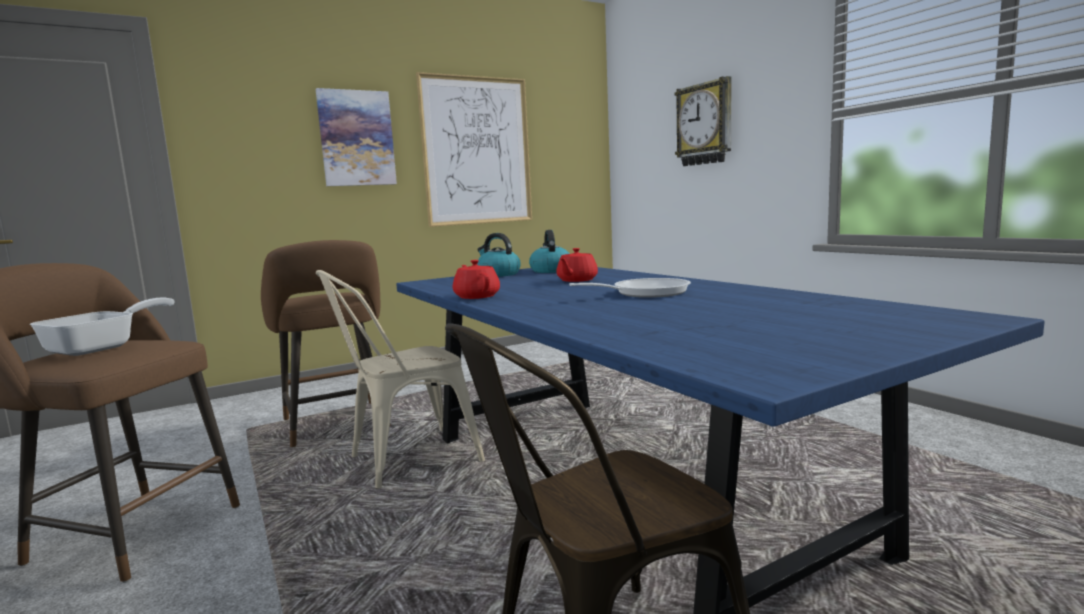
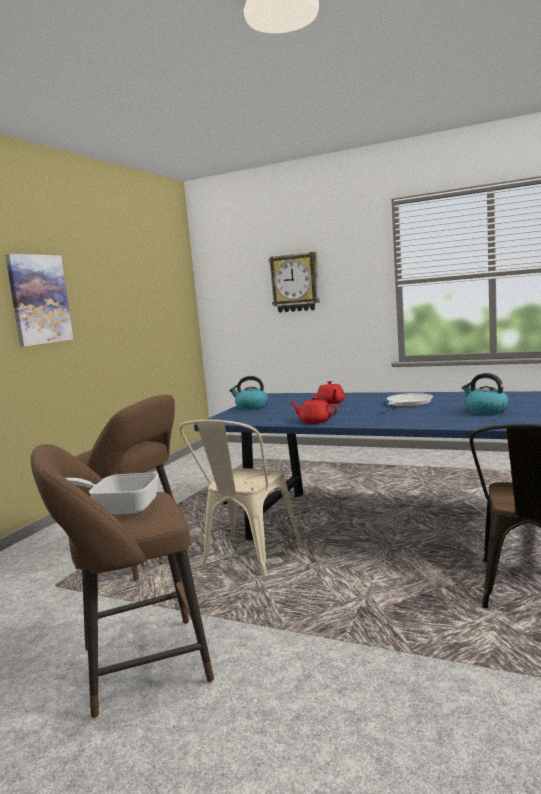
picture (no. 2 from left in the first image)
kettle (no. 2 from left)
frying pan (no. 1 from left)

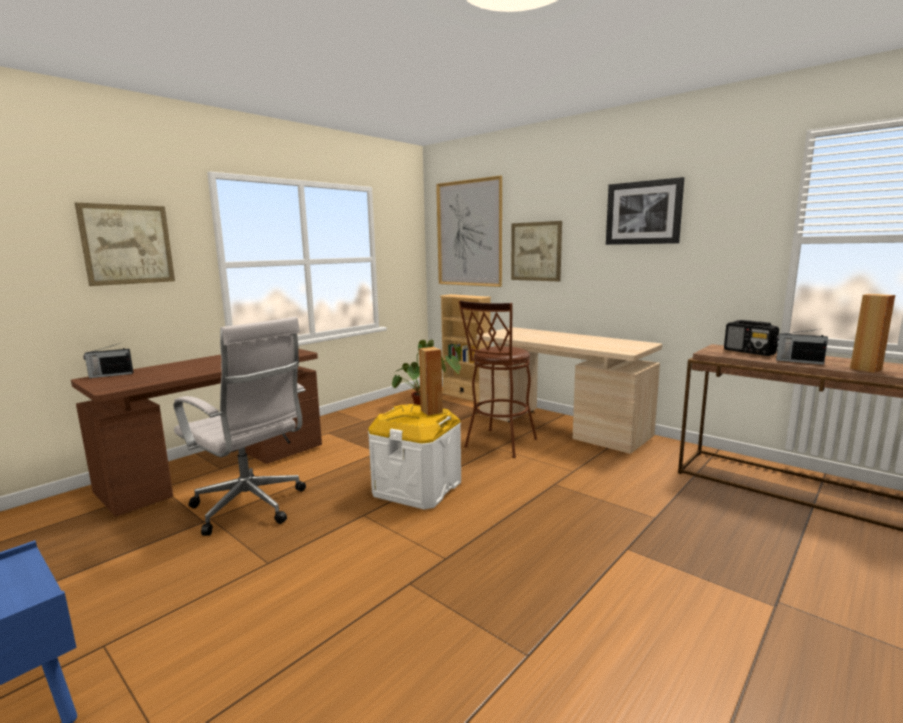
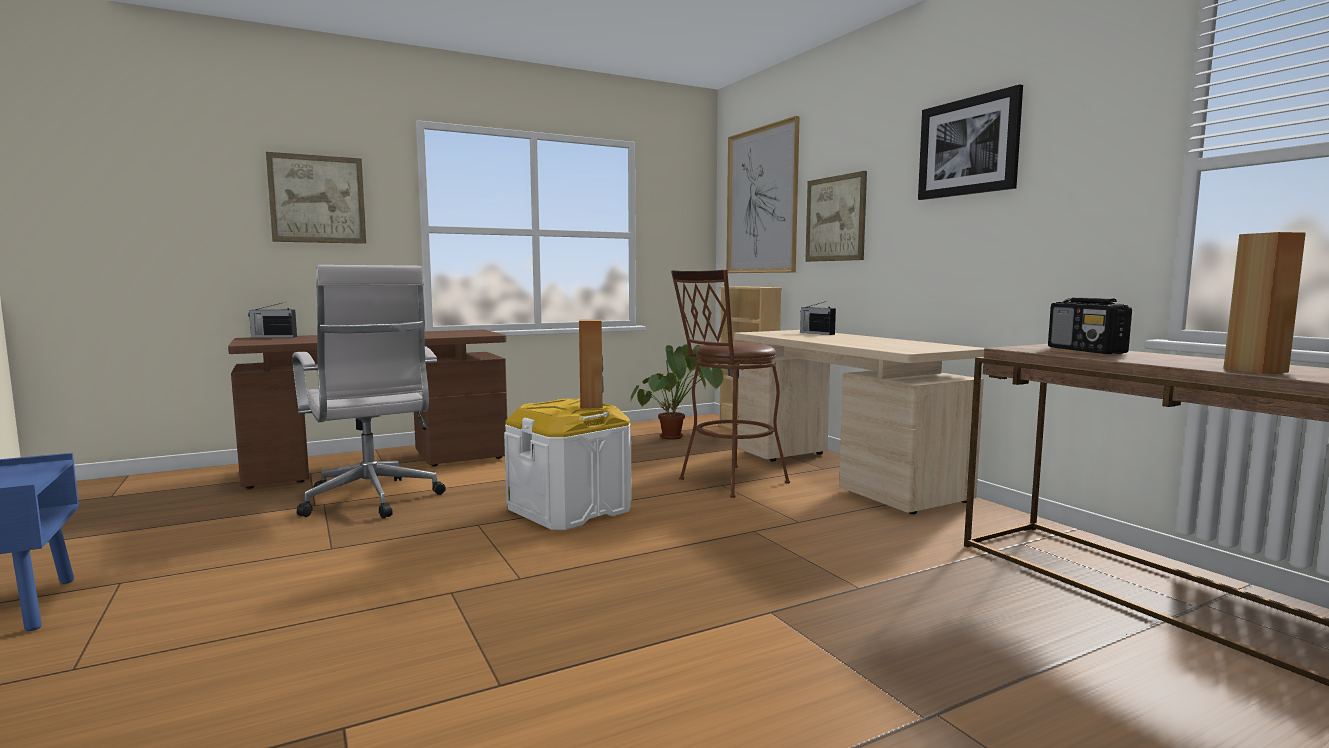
radio (no. 2 from left)

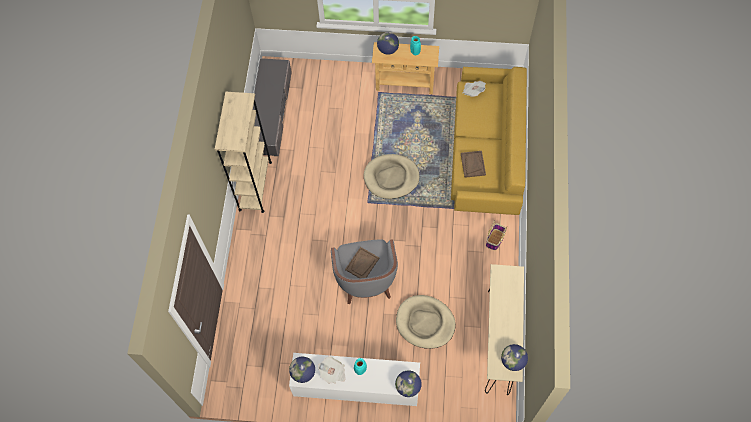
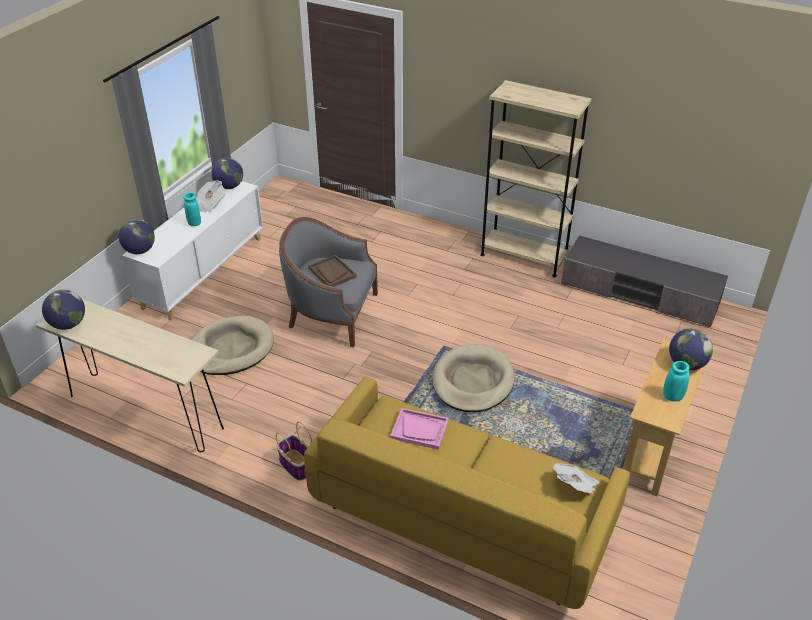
pink tray

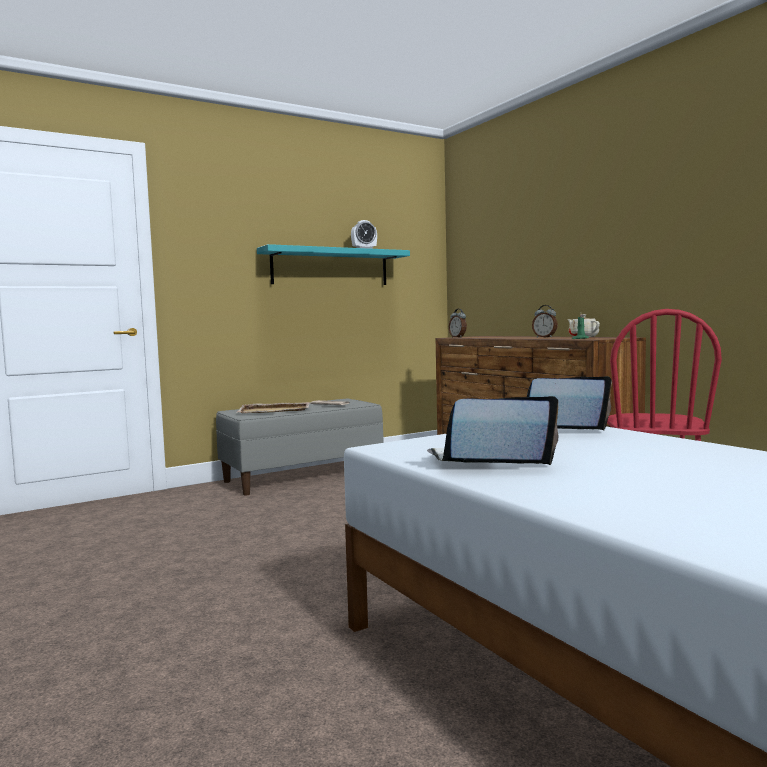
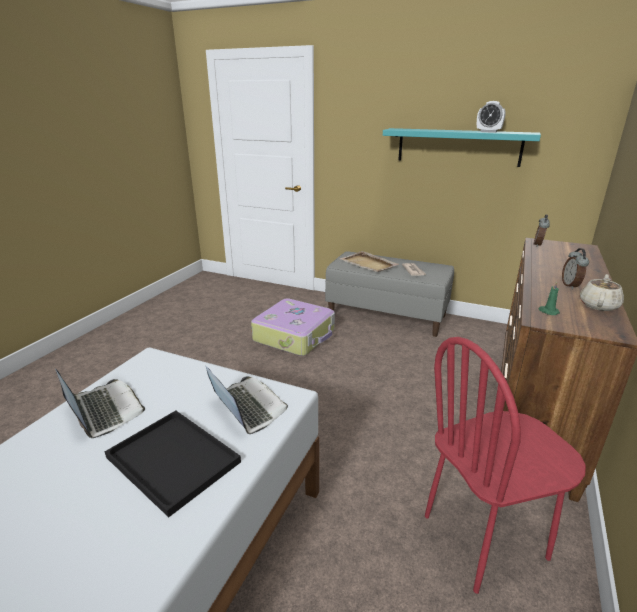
suitcase
black tray

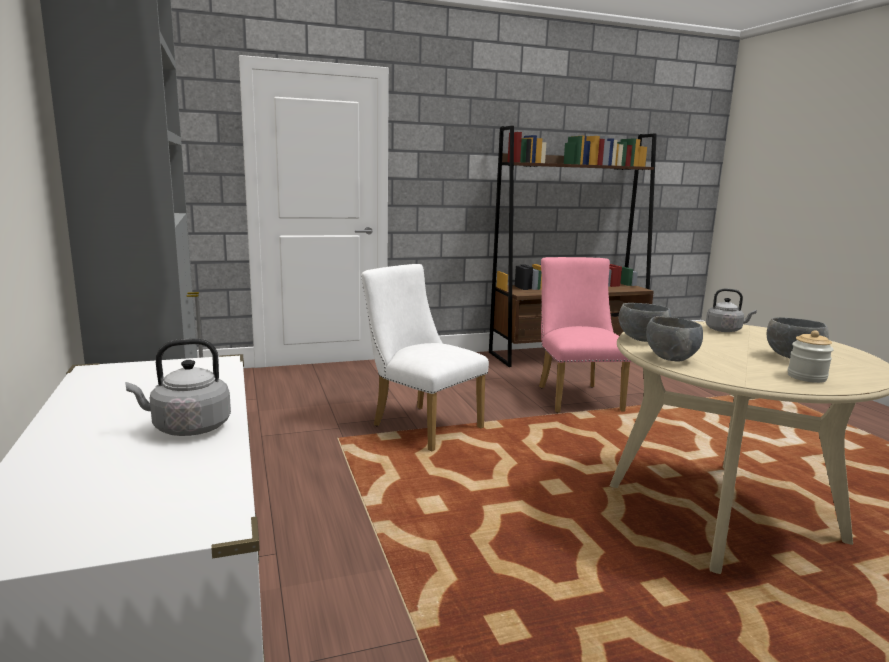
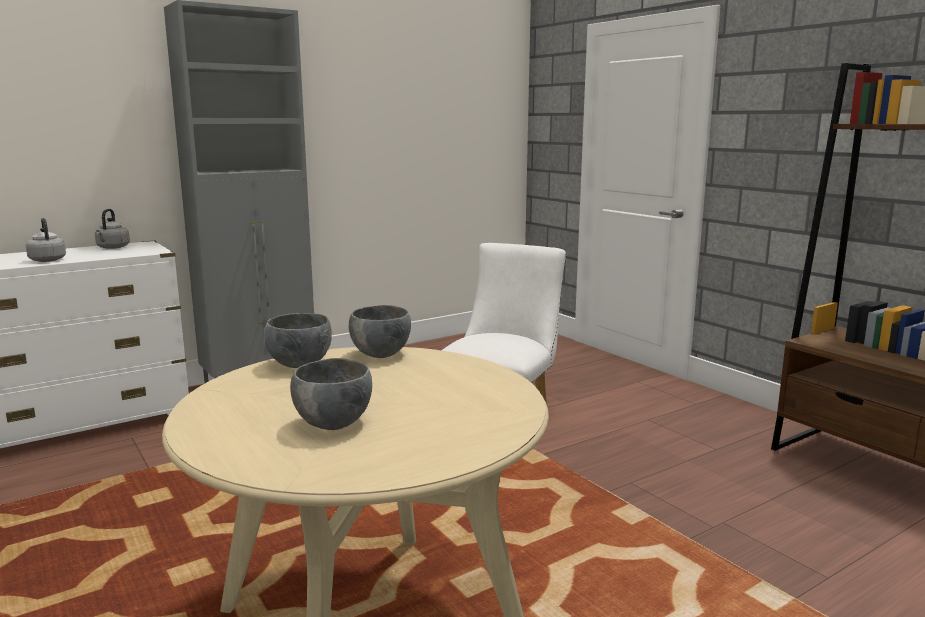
pink chair
grey kettle (no. 2 from left)
jar

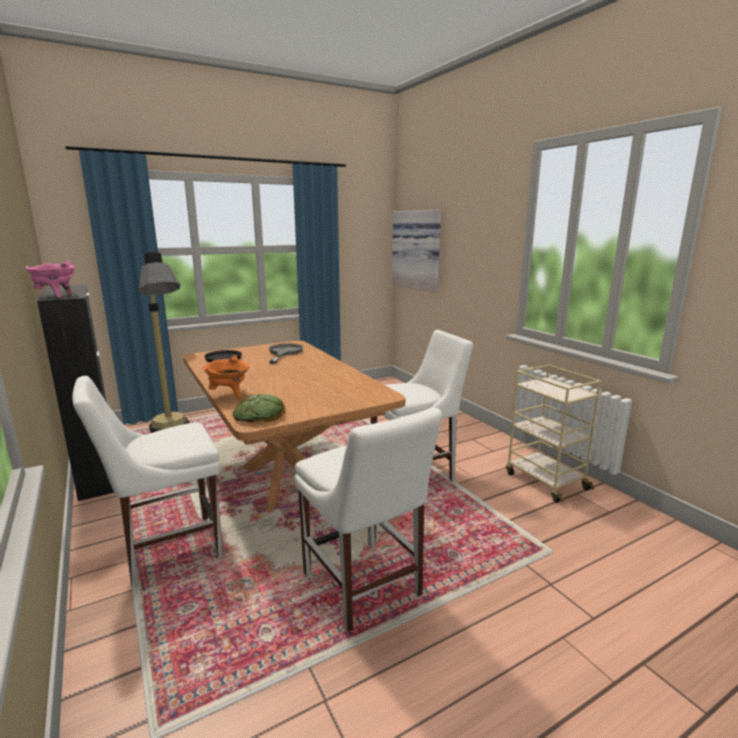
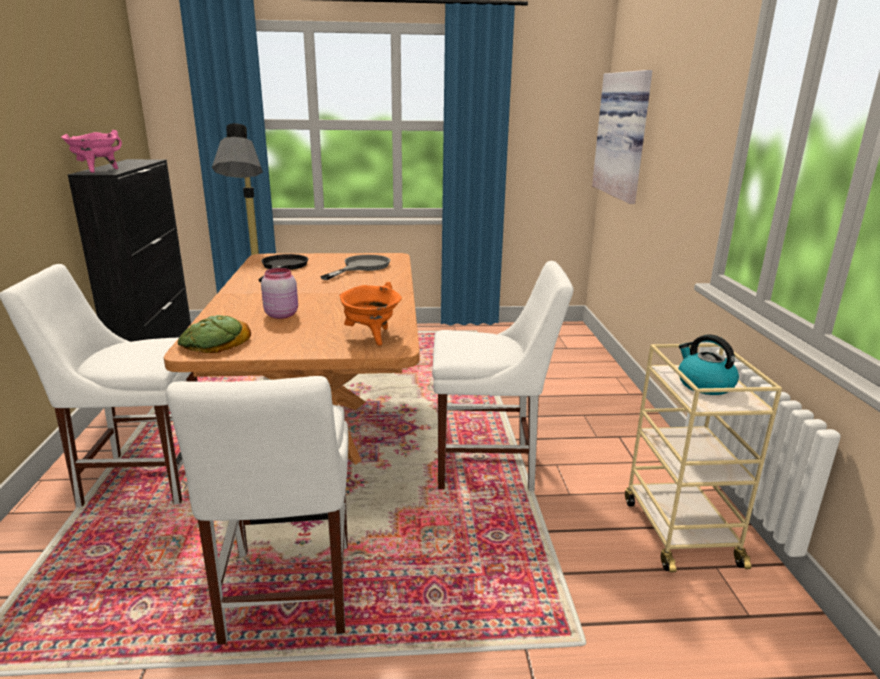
orange cooking pot
pink jar
kettle

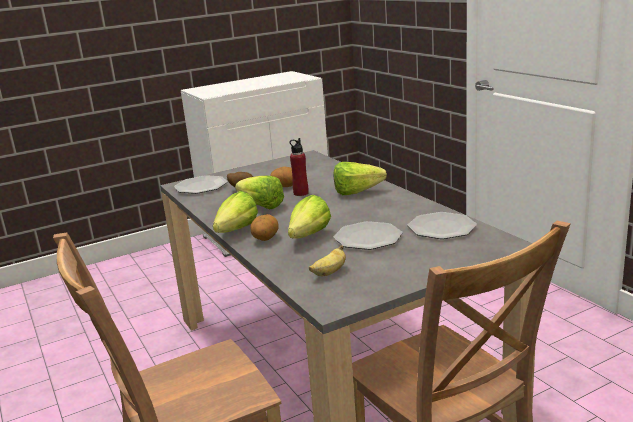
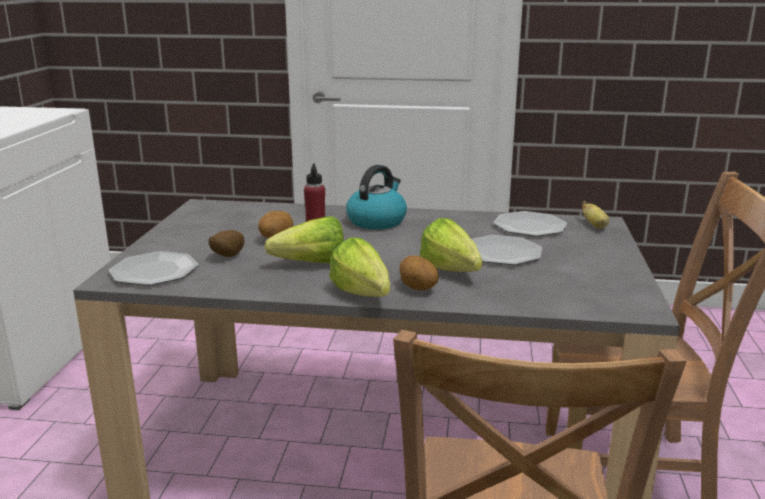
kettle
banana

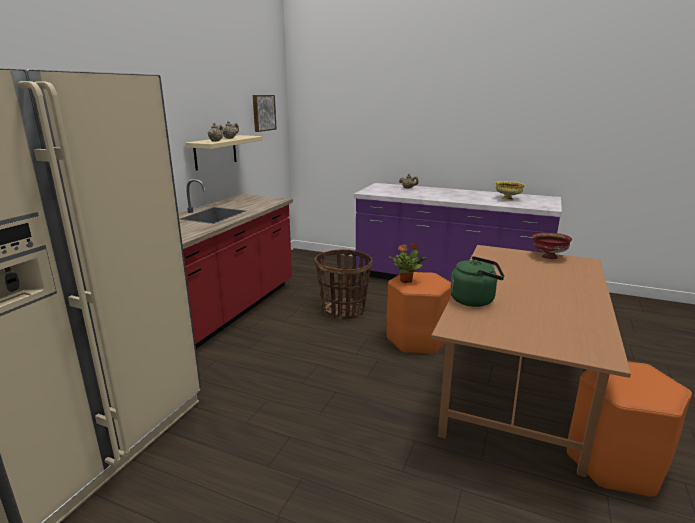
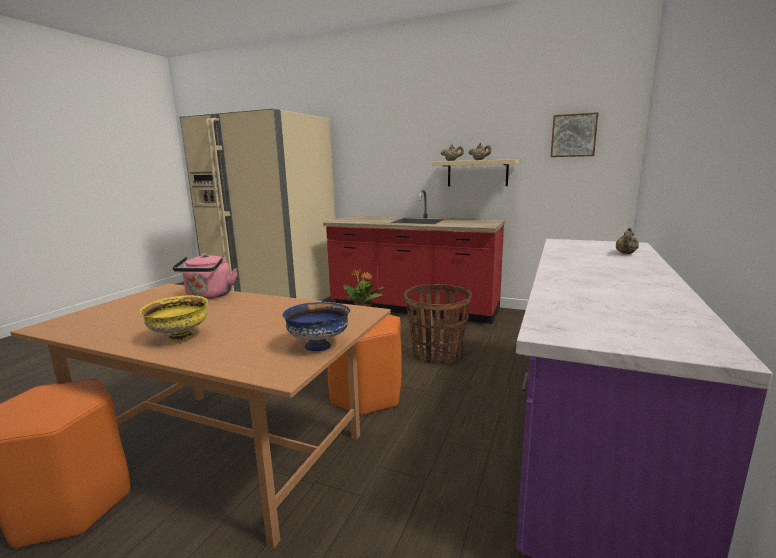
yellow bowl
blue bowl
pink kettle

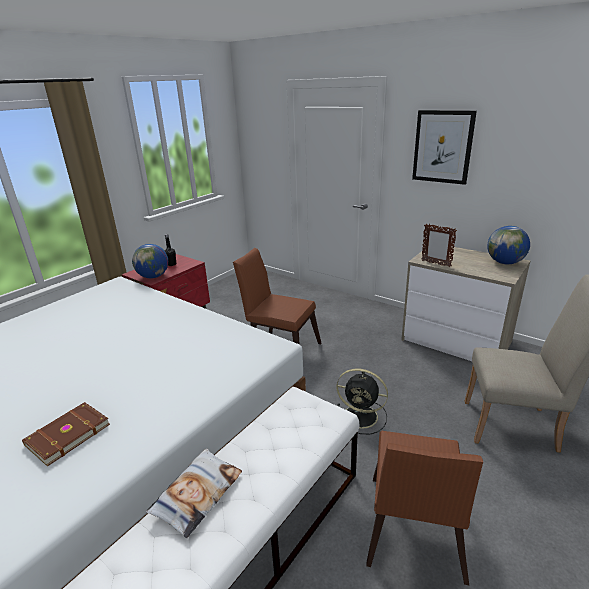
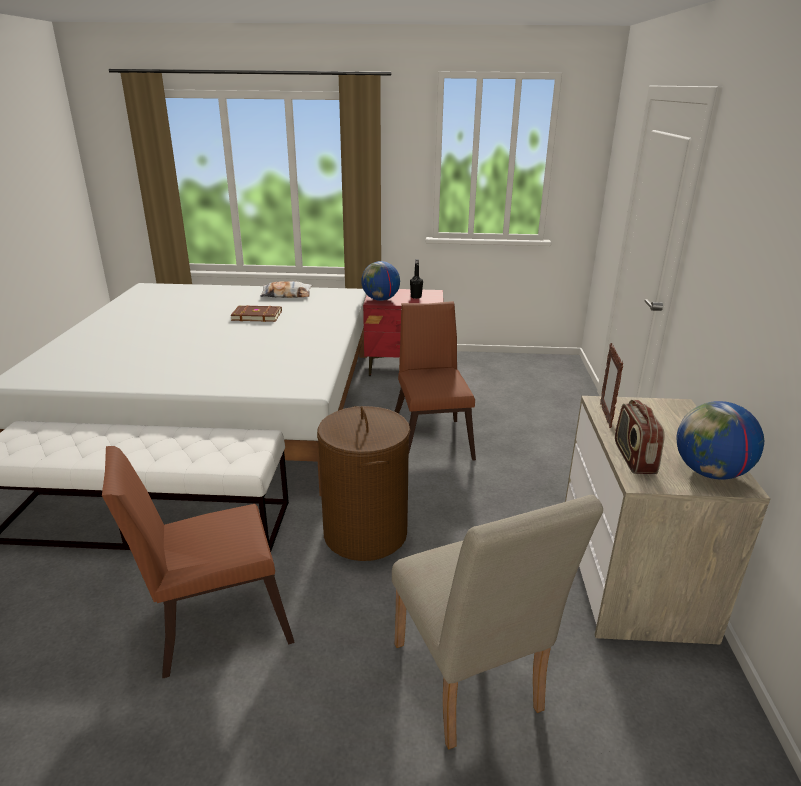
picture
brown laundry basket
brown book
pillow
radio

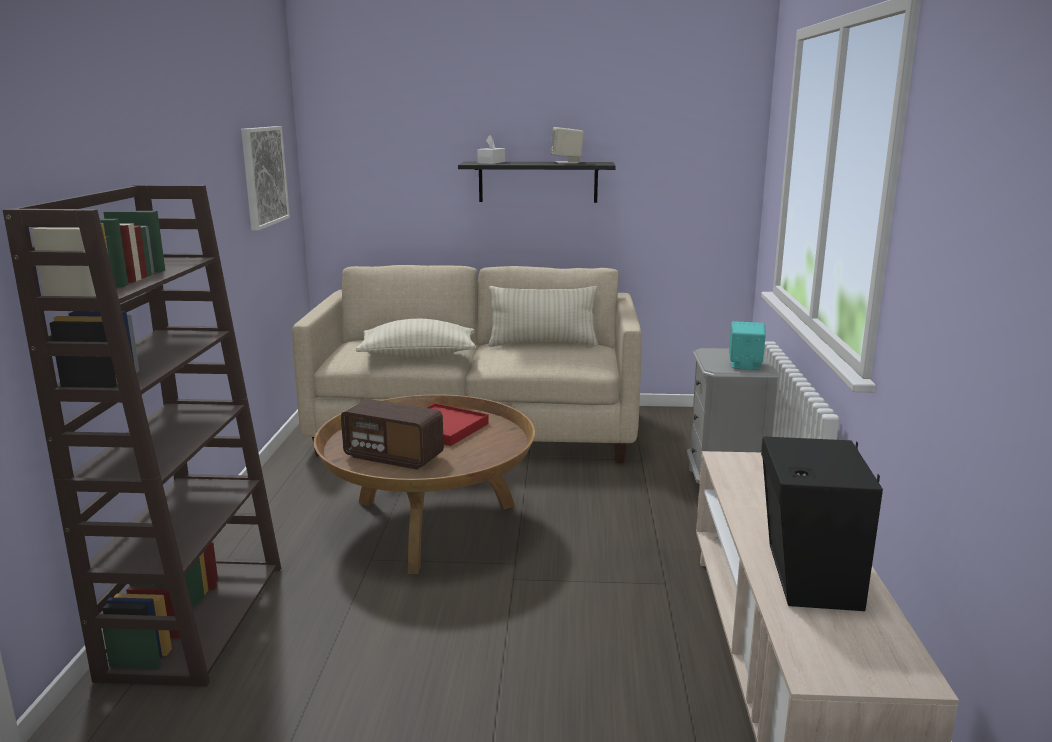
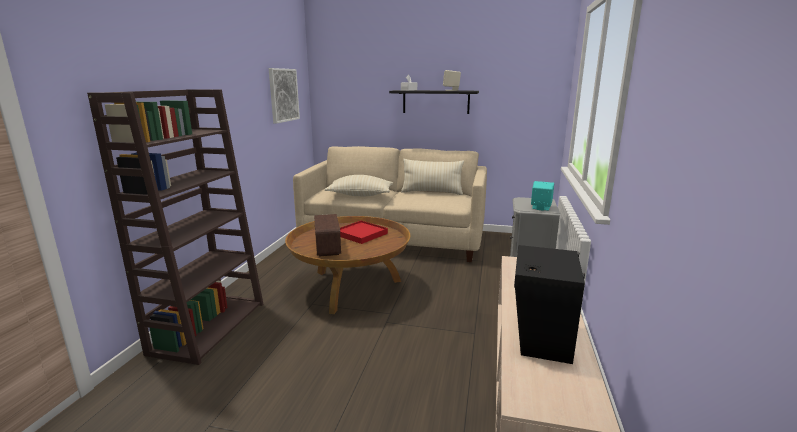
radio

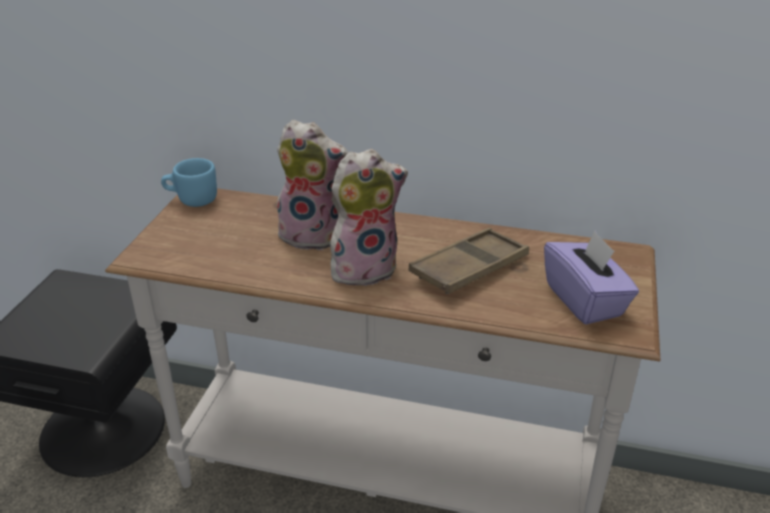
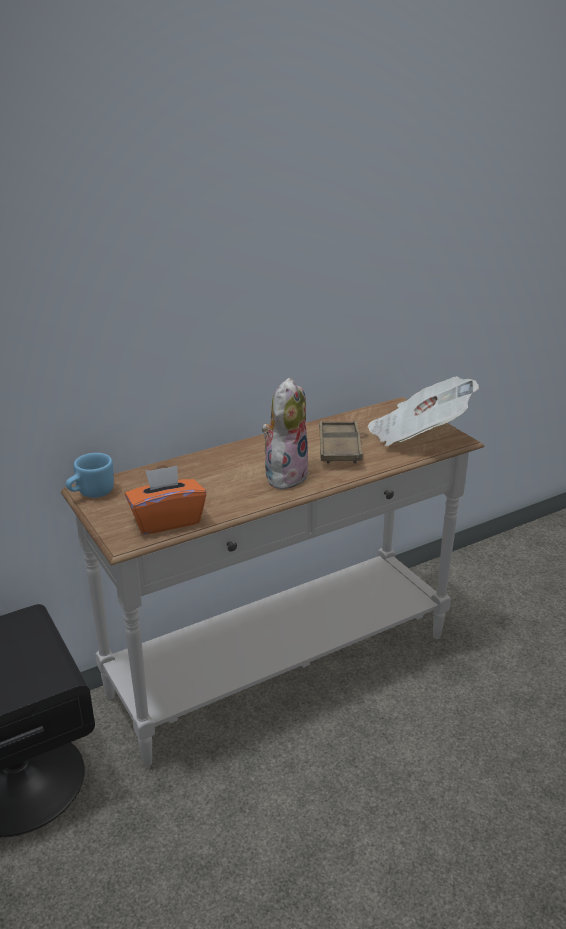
plush toy (no. 1 from left in the first image)
newspaper
orange tissue box

